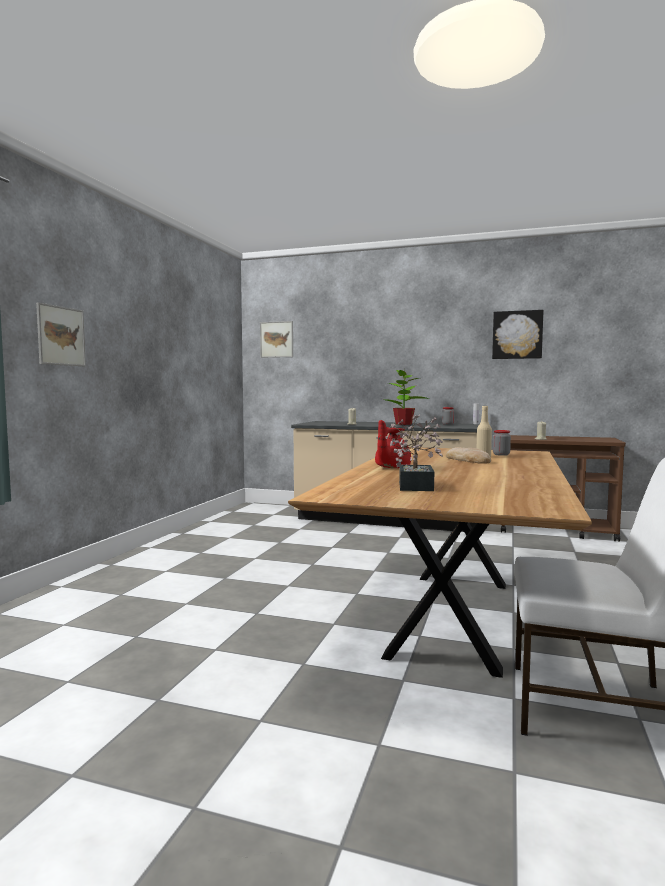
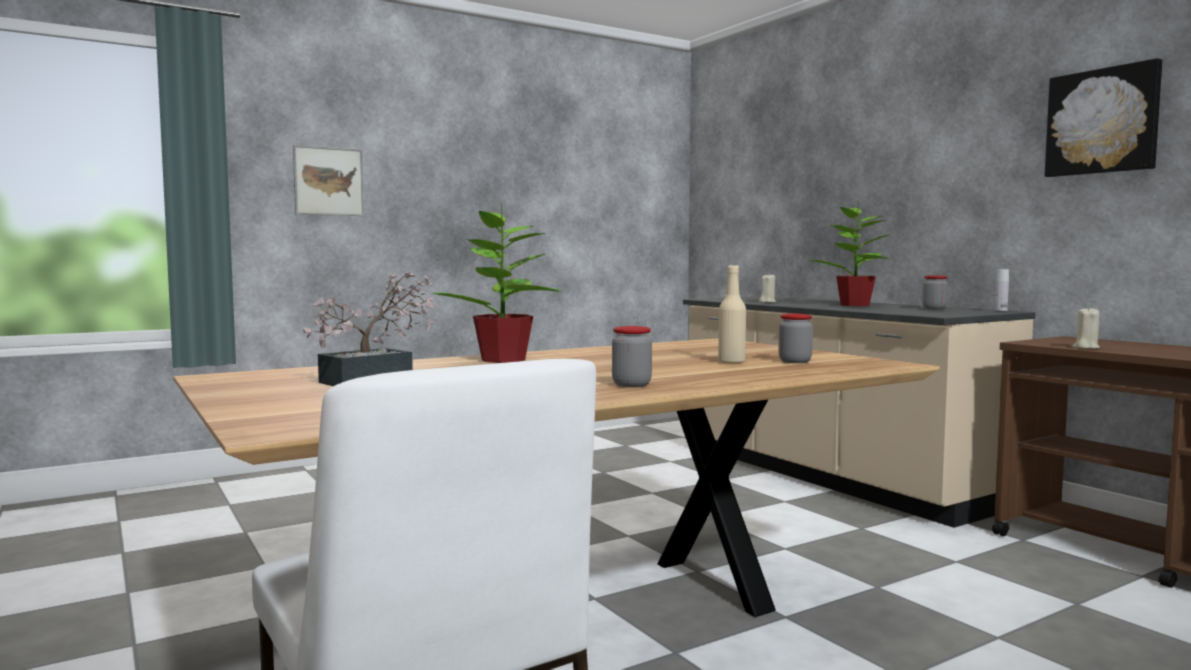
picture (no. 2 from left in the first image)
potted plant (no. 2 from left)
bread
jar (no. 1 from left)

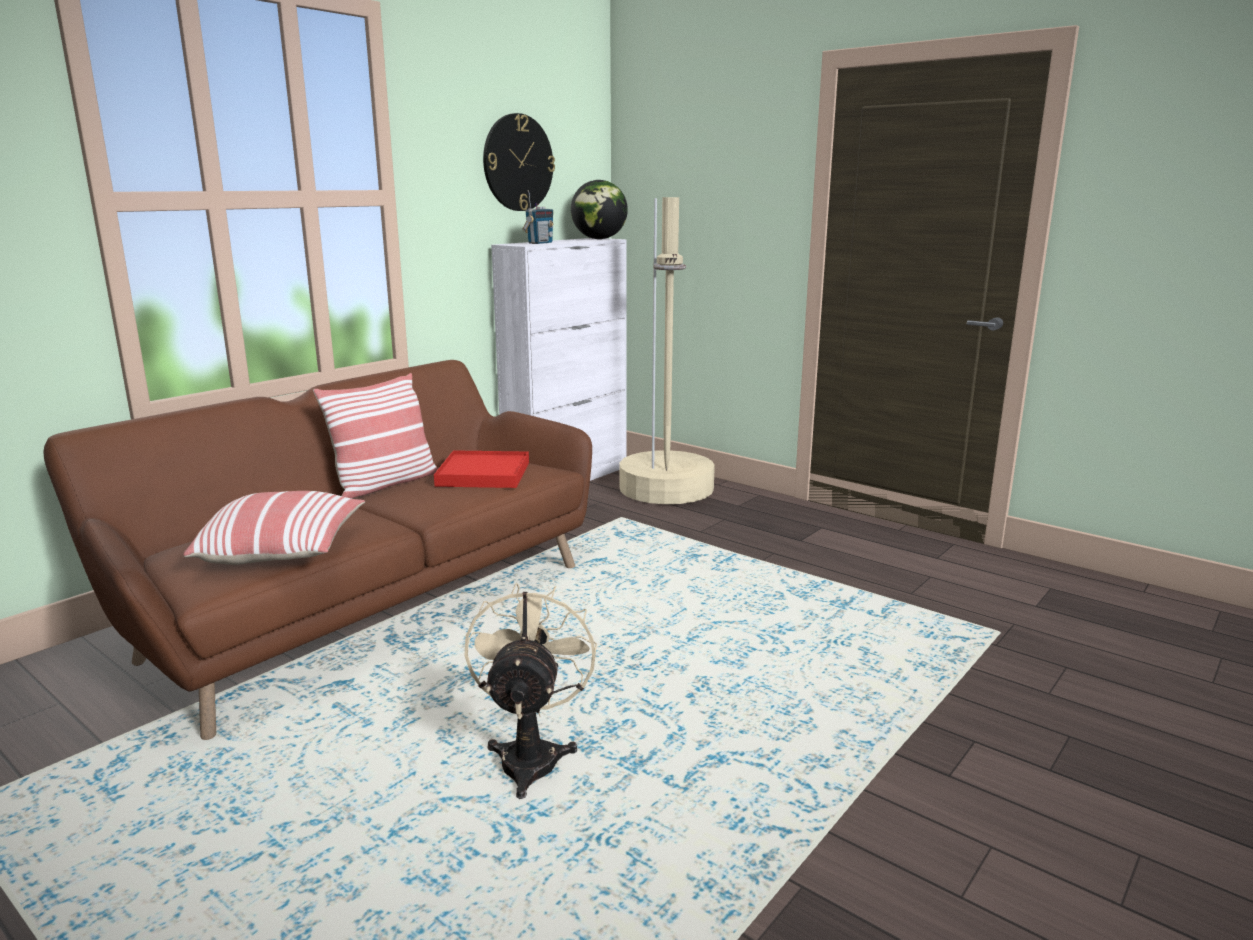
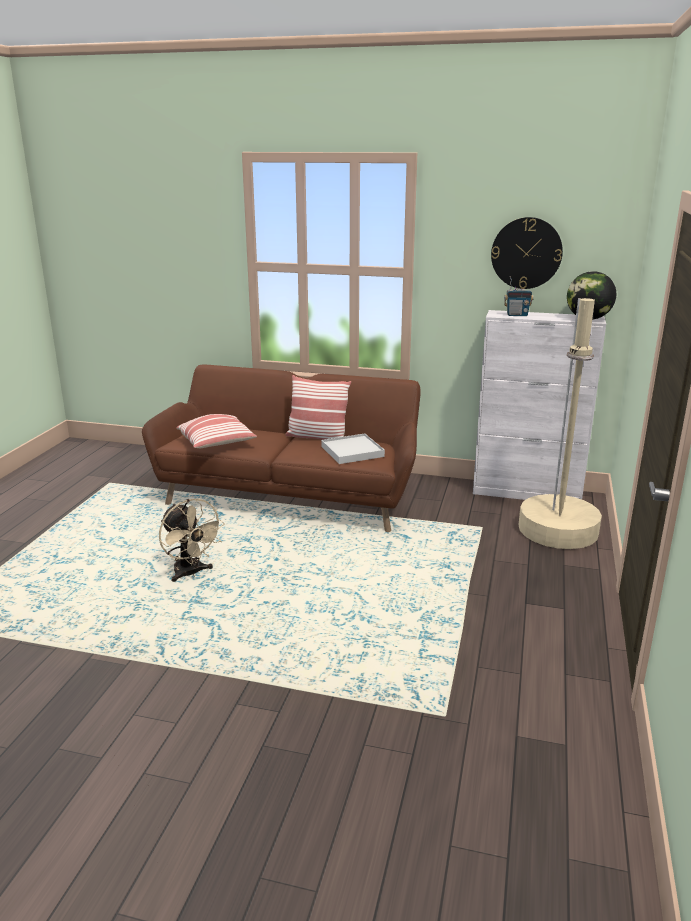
white tray
beige fan

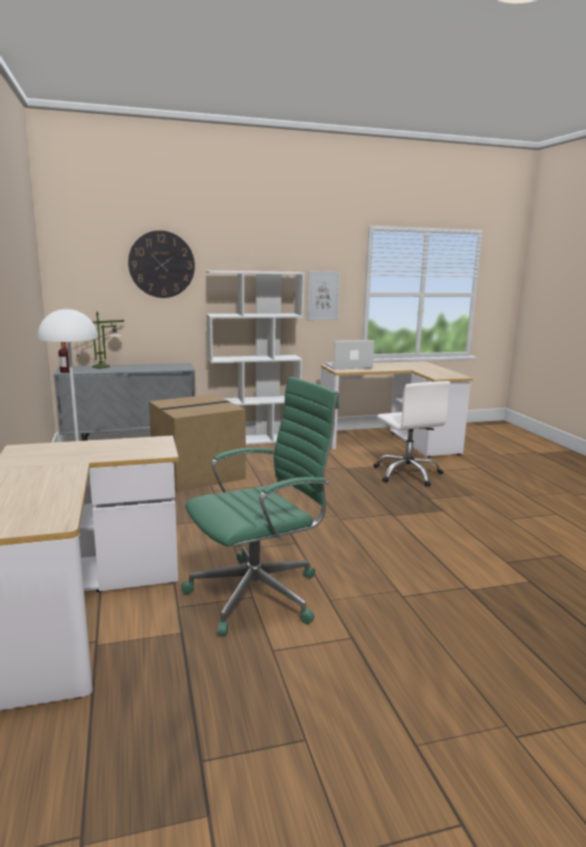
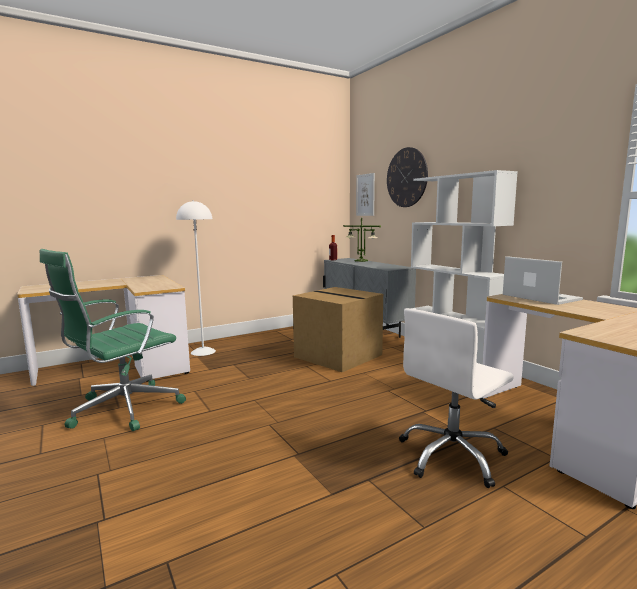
picture
green office chair

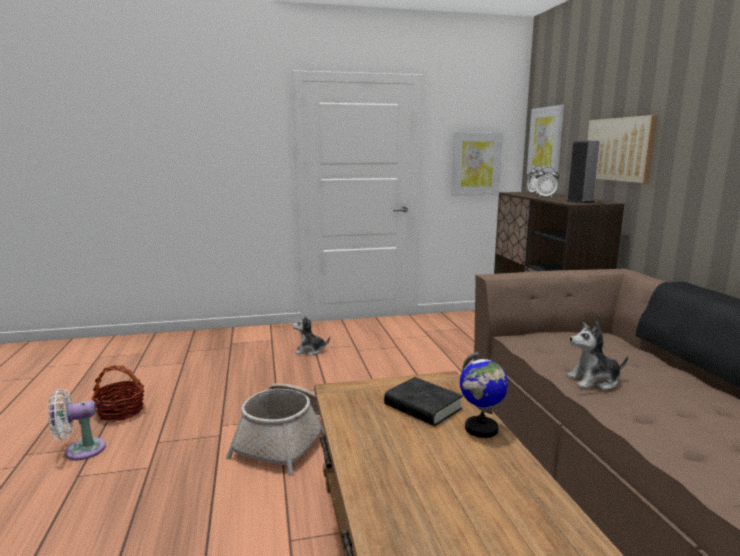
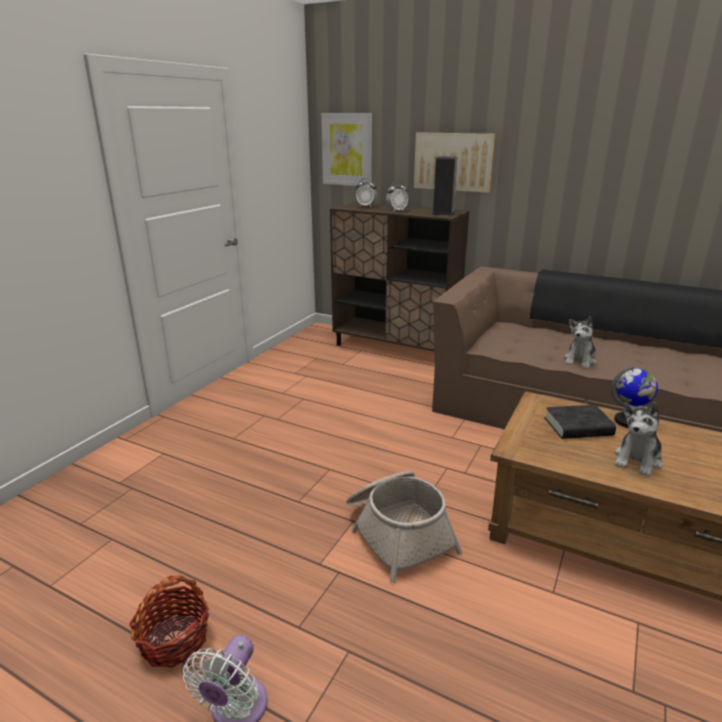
picture (no. 1 from left in the first image)
plush toy (no. 2 from left)

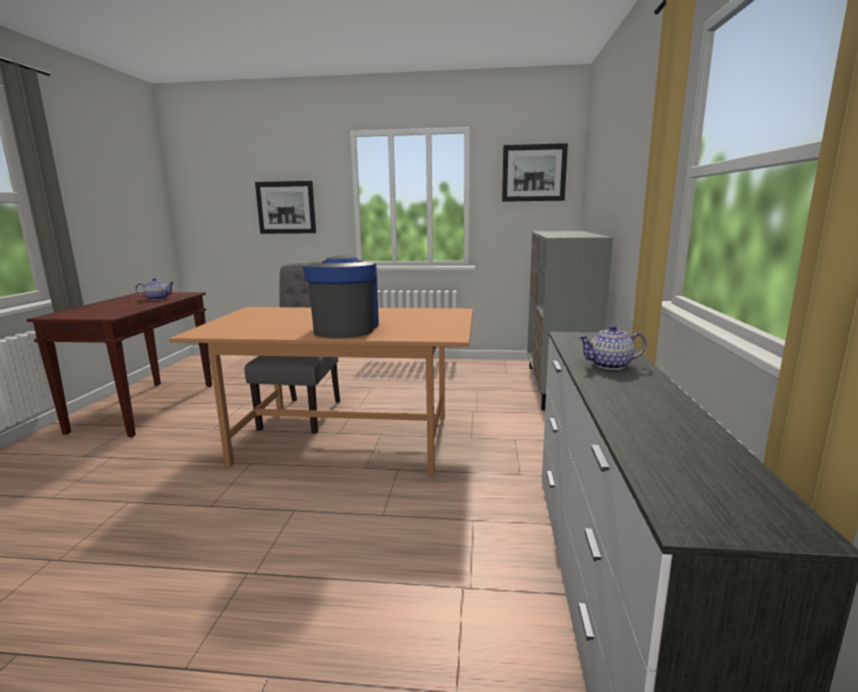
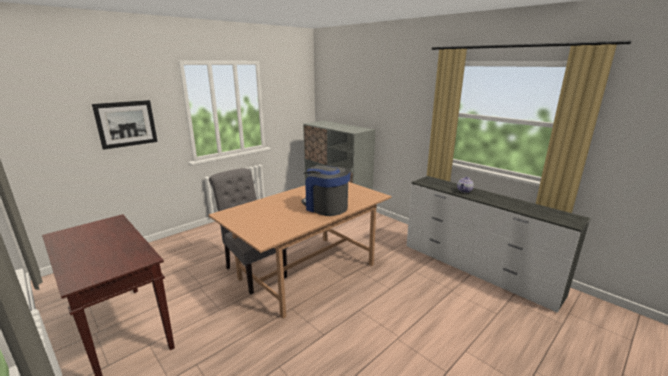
picture (no. 2 from left in the first image)
teapot (no. 1 from left in the first image)

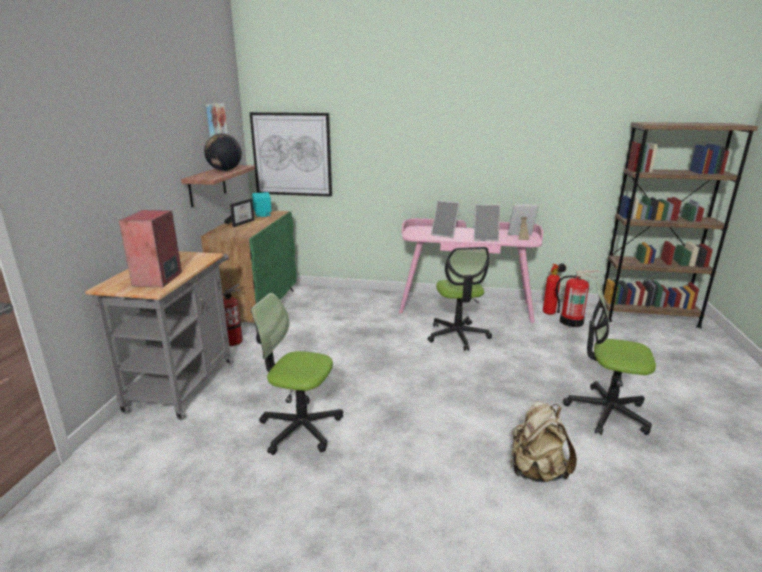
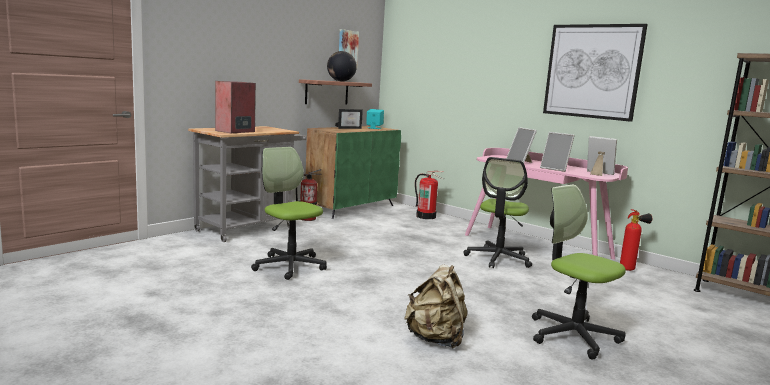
picture (no. 2 from left)
fire extinguisher (no. 2 from left)

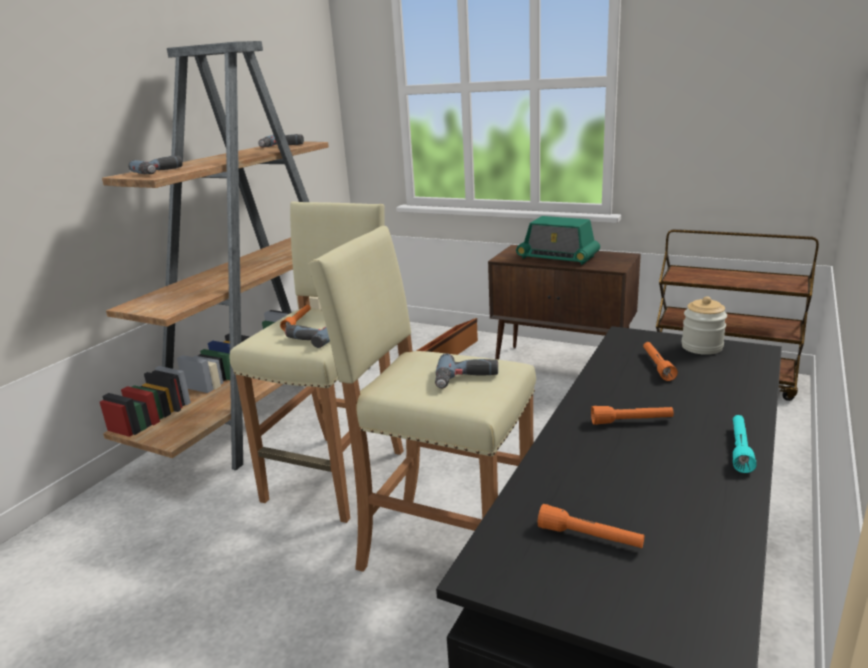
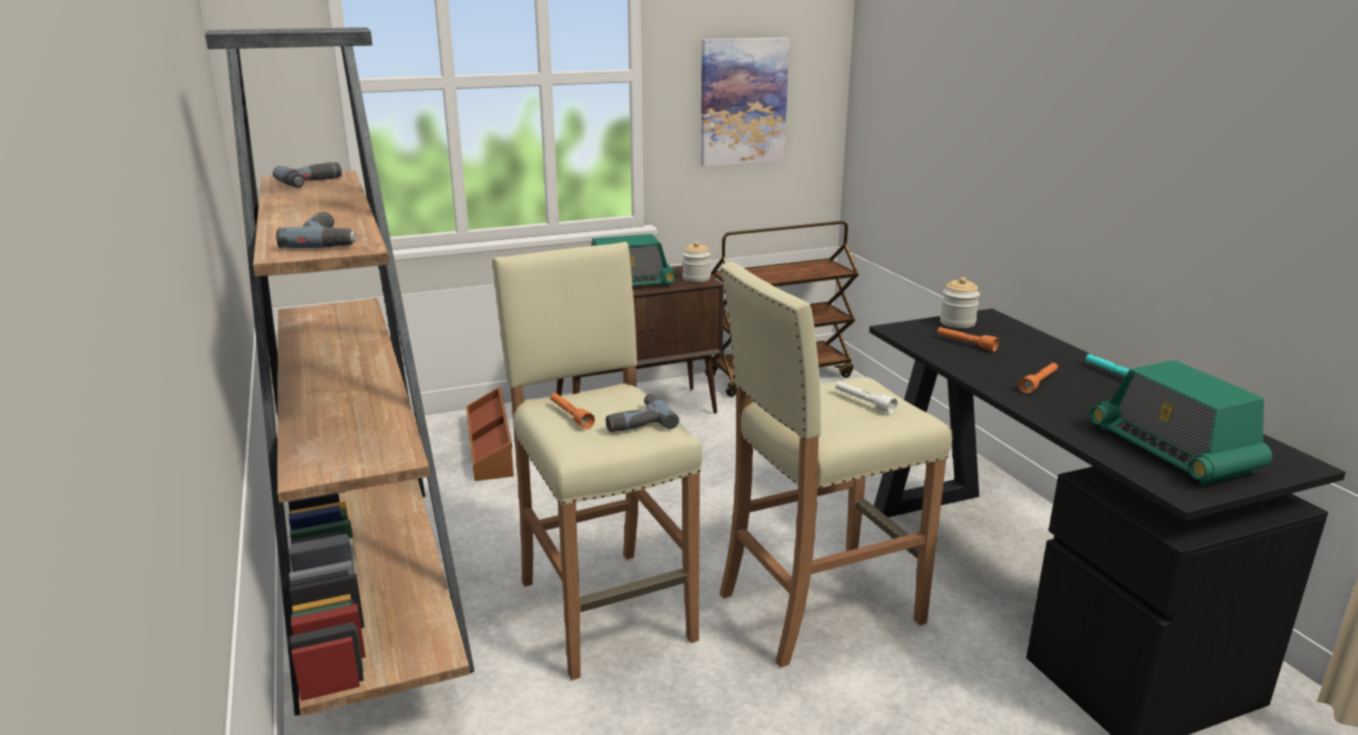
white flashlight
radio (no. 2 from left)
picture
jar (no. 1 from left)

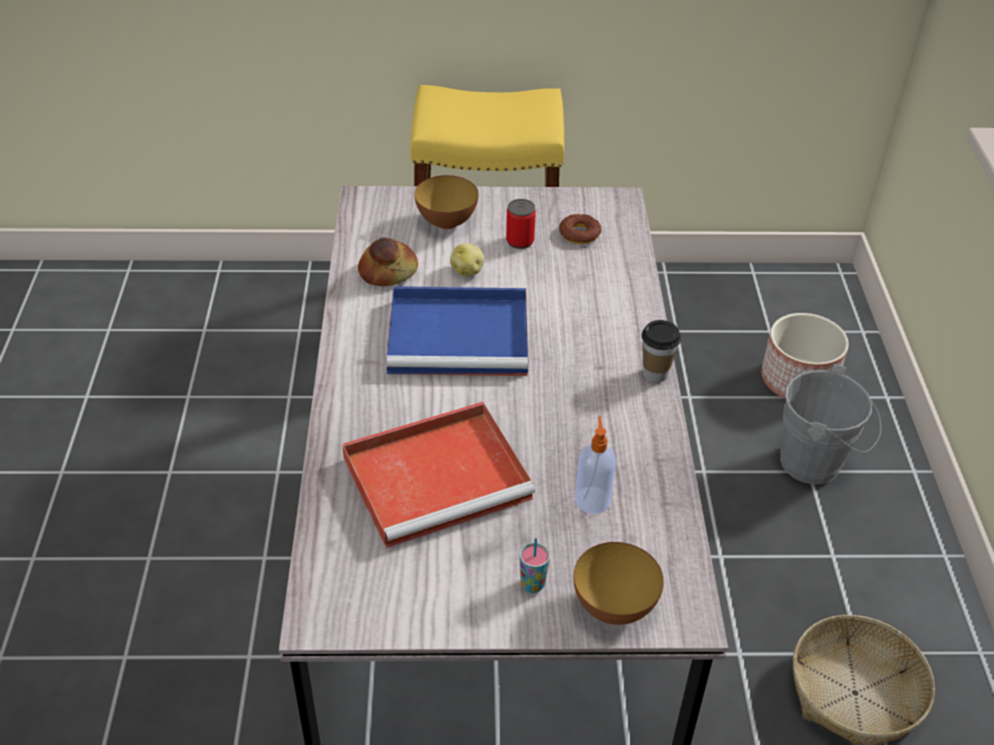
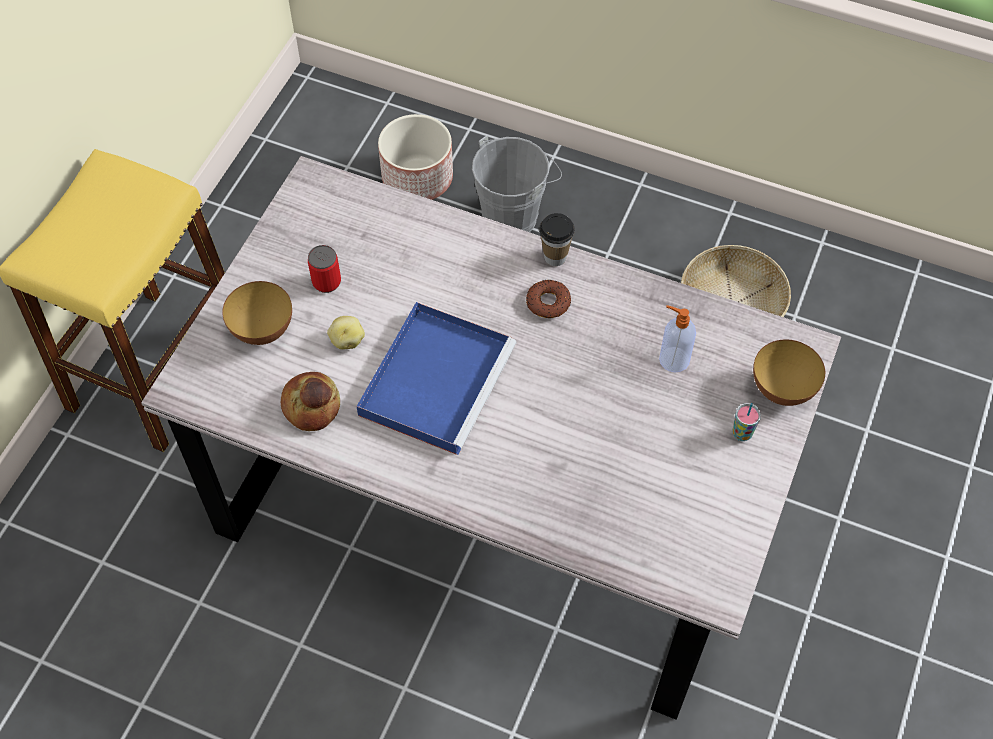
donut
red tray

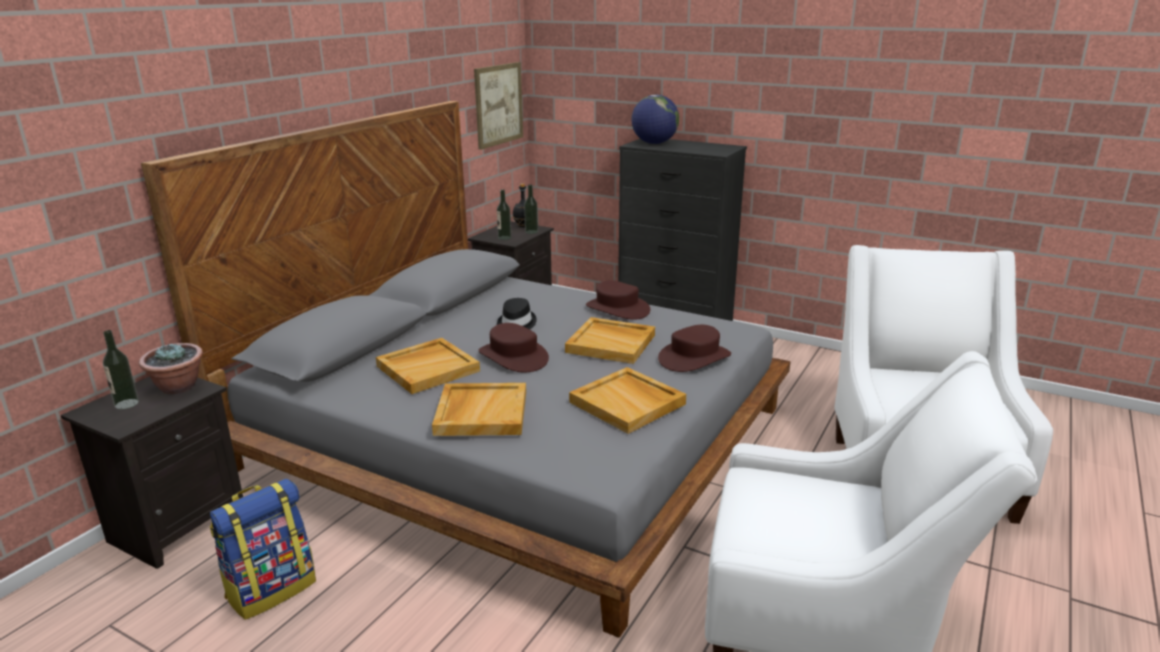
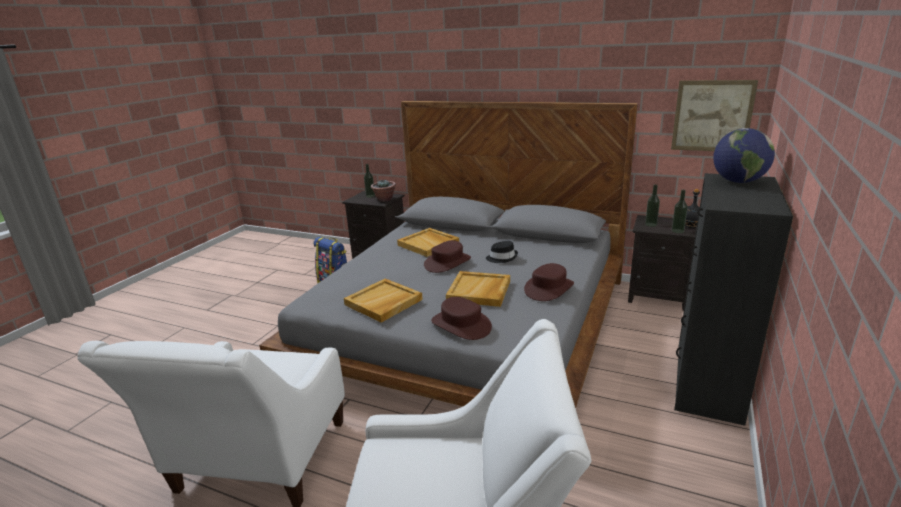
beige tray (no. 2 from left in the first image)

